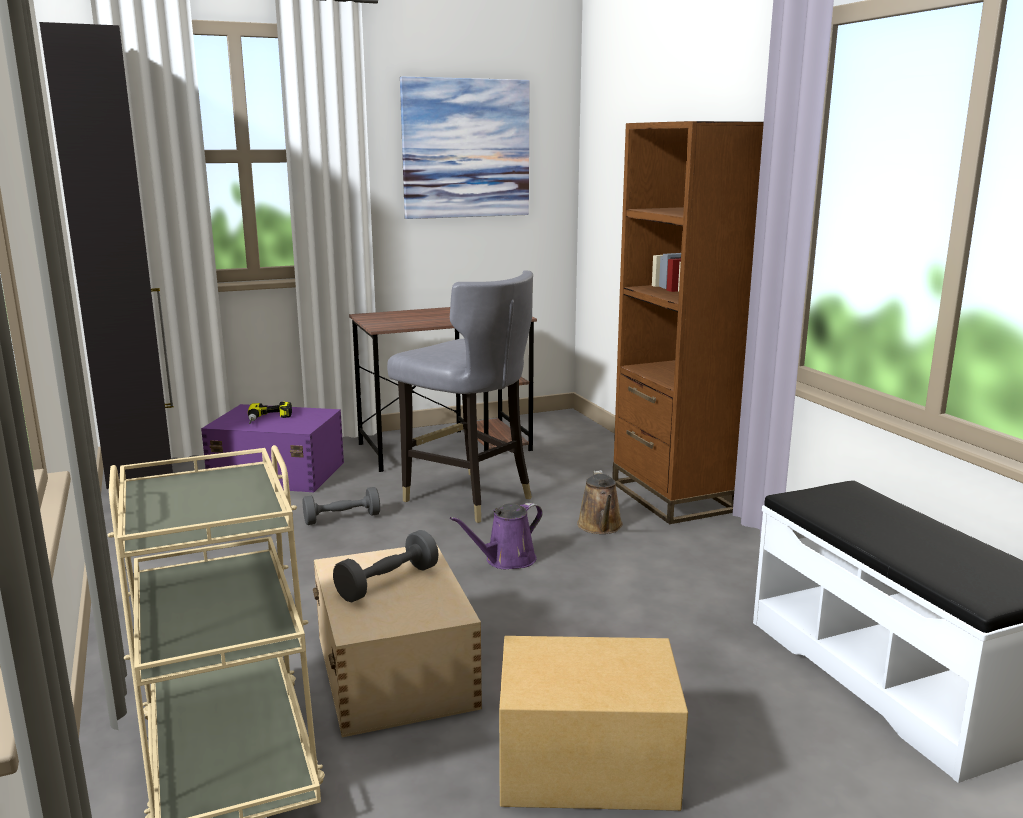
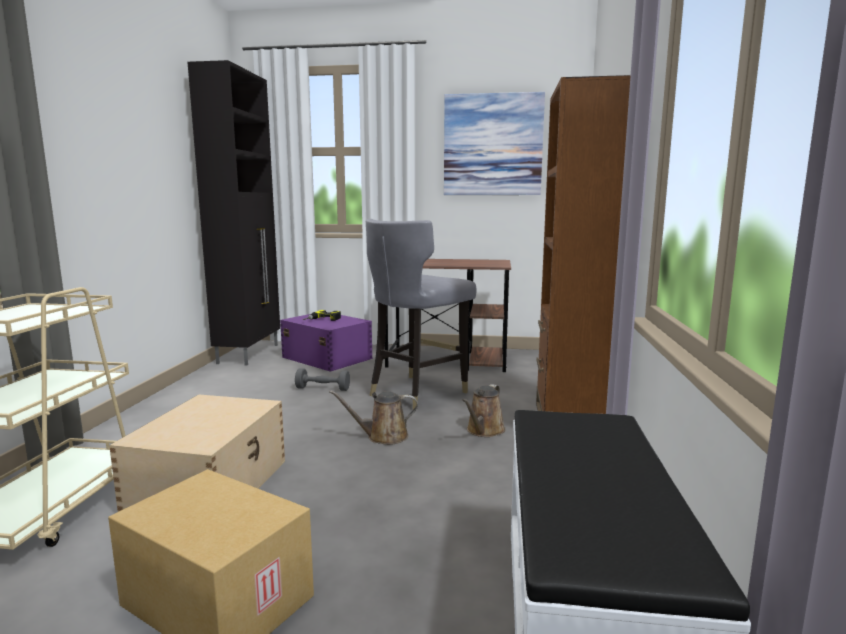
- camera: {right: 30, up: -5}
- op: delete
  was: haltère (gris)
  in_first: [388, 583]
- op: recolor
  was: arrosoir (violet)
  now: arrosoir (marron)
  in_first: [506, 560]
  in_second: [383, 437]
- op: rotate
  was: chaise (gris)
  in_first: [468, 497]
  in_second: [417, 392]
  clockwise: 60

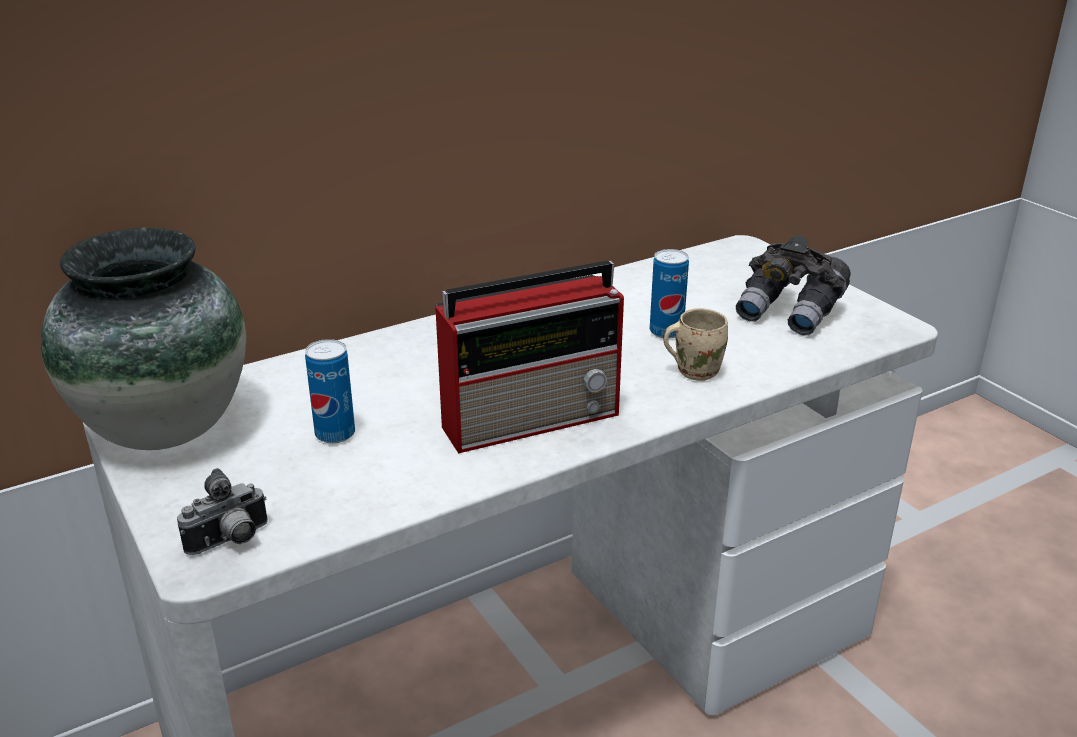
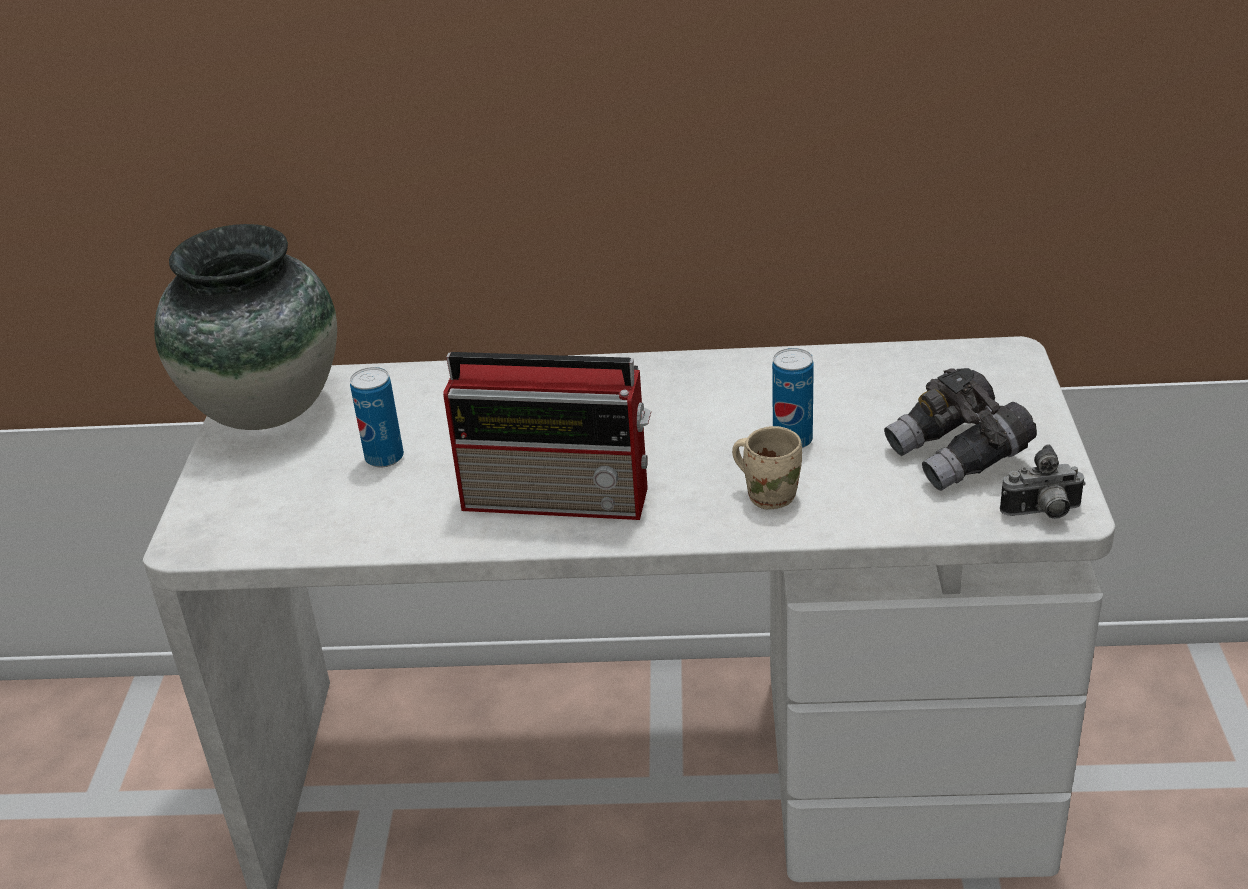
- camera: {right: 35, up: 5}
- op: move
  was: appareil photo
  in_first: [230, 542]
  in_second: [1042, 513]

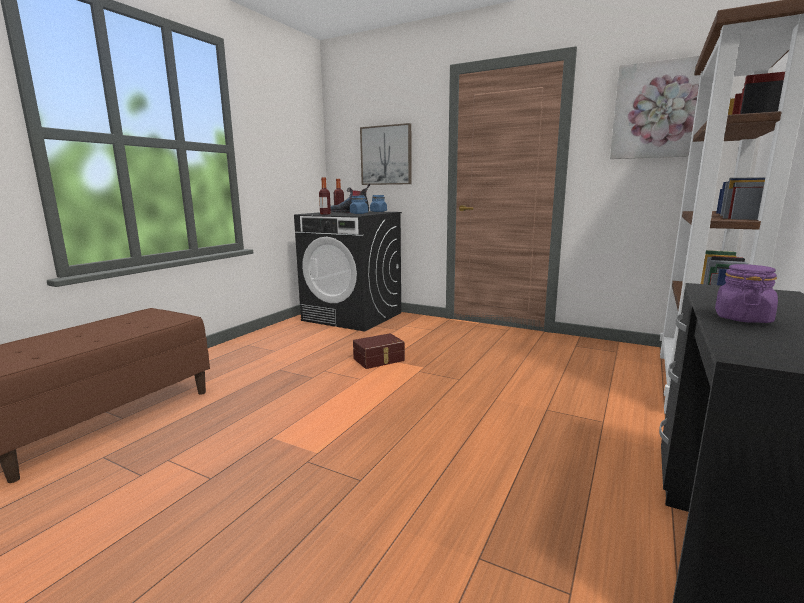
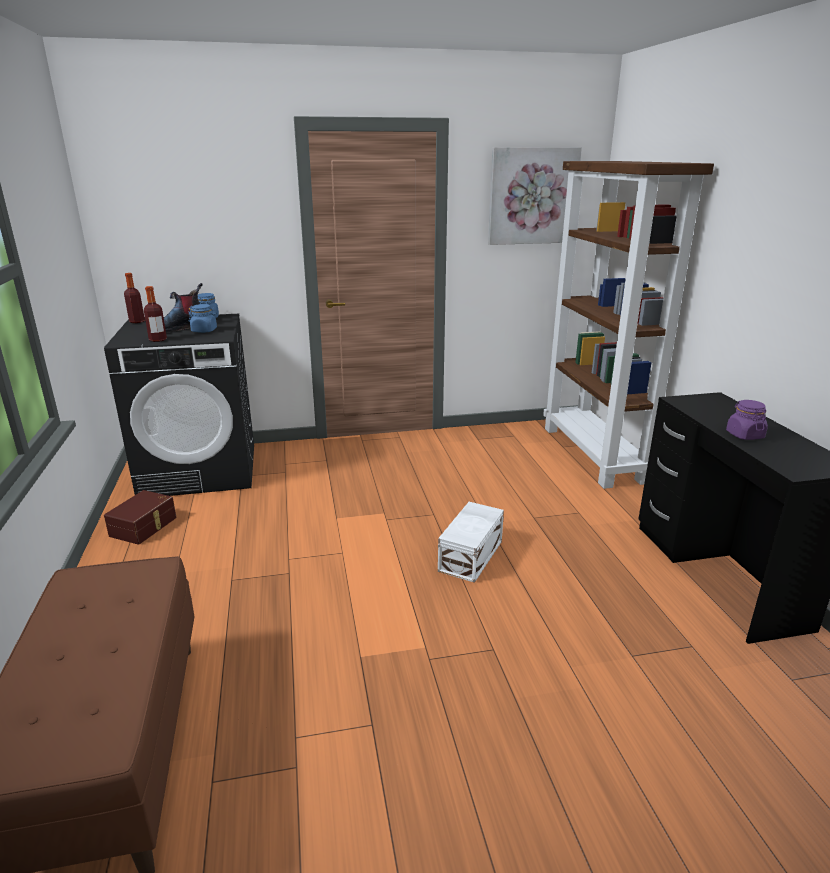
- camera: {right: -40, up: 10}
- op: delete
  was: tableau
  in_first: [386, 155]
- op: insert
  now: boîte de rangement (blanc)
  in_second: [472, 555]
- op: move
  was: boîte de rangement (marron)
  in_first: [379, 360]
  in_second: [144, 527]

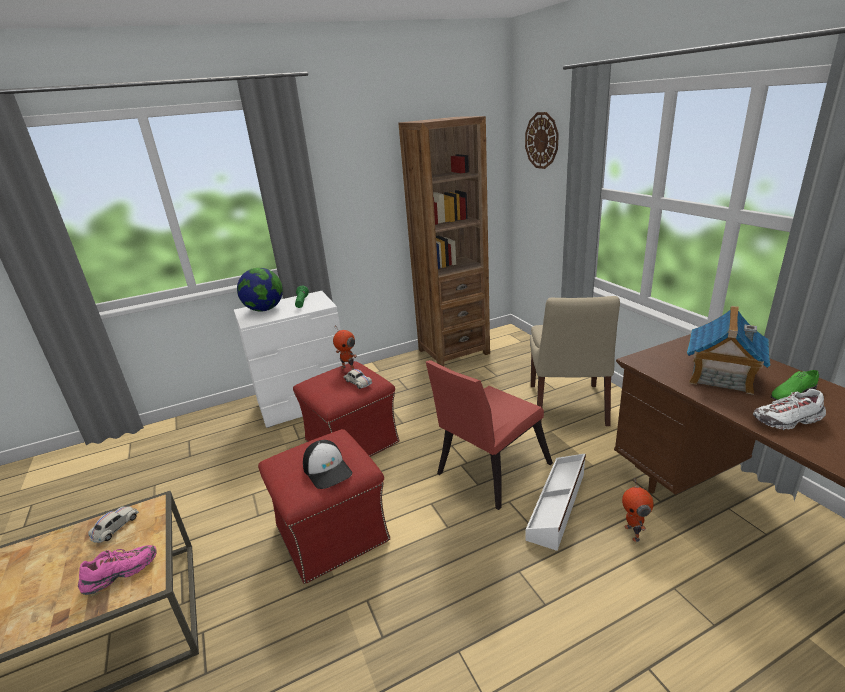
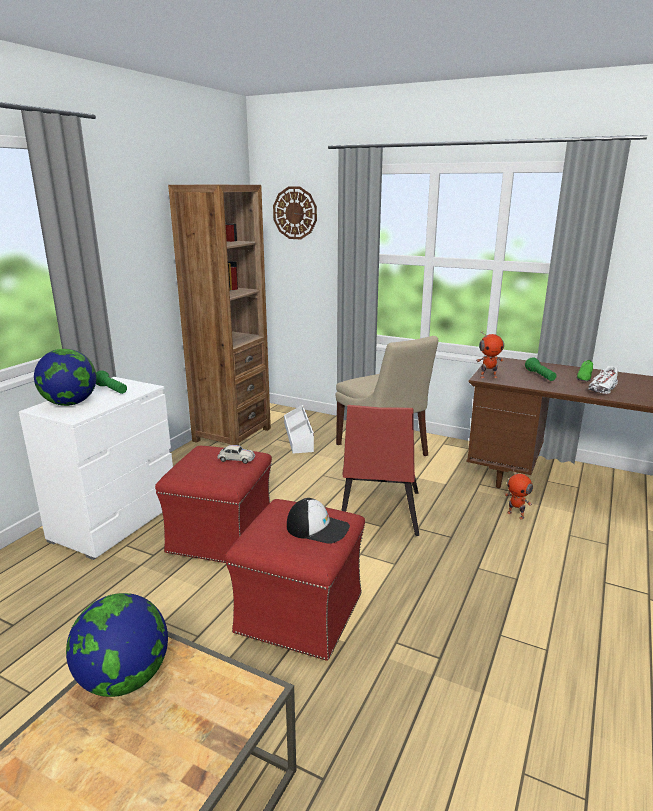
- camera: {right: -40, up: -5}
- op: delete
  was: chaussure (rose)
  in_first: [121, 574]
- op: move
  was: robot jouet
  in_first: [348, 368]
  in_second: [488, 377]
- op: move
  was: boîte de rangement (blanc)
  in_first: [558, 505]
  in_second: [299, 436]
- op: replace
  was: petite voiture (blanc)
  now: globe
  in_first: [115, 527]
  in_second: [124, 679]
- op: replace
  was: maison miniature
  now: lampe de poche (vert)
  in_first: [721, 376]
  in_second: [540, 376]

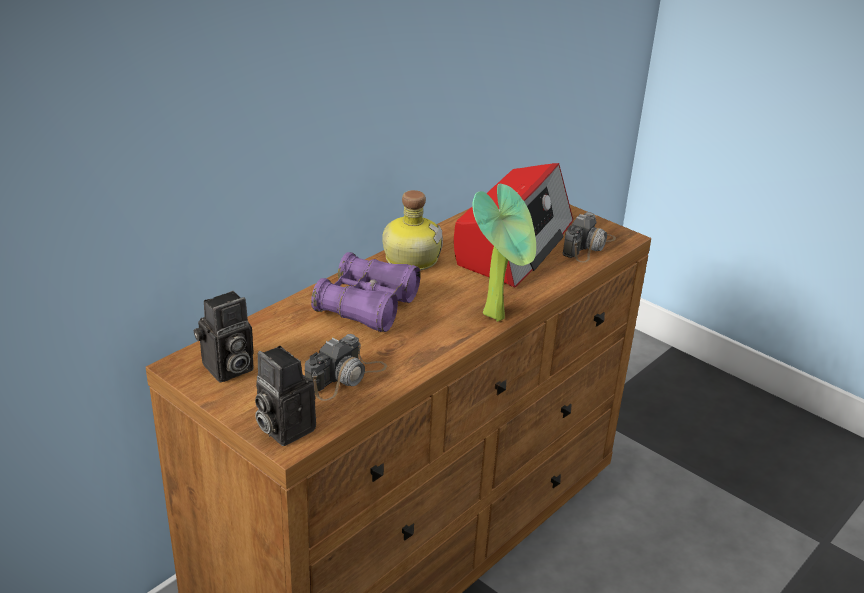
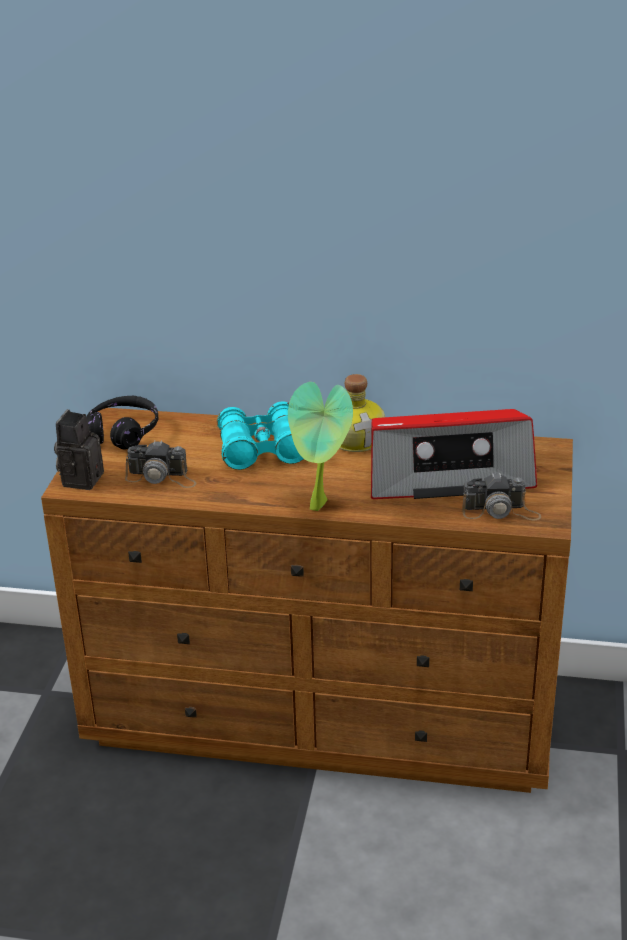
- camera: {right: 60, up: 0}
- op: replace
  was: appareil photo
  now: casque audio (noir)
  in_first: [227, 369]
  in_second: [122, 433]
- op: recolor
  was: jumelles (violet)
  now: jumelles (turquoise)
  in_first: [367, 306]
  in_second: [262, 449]

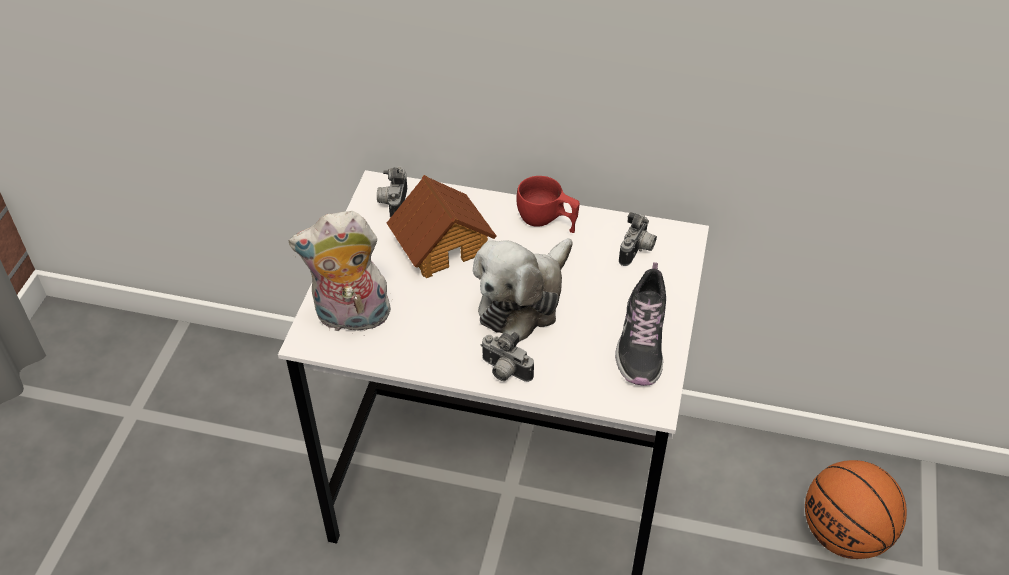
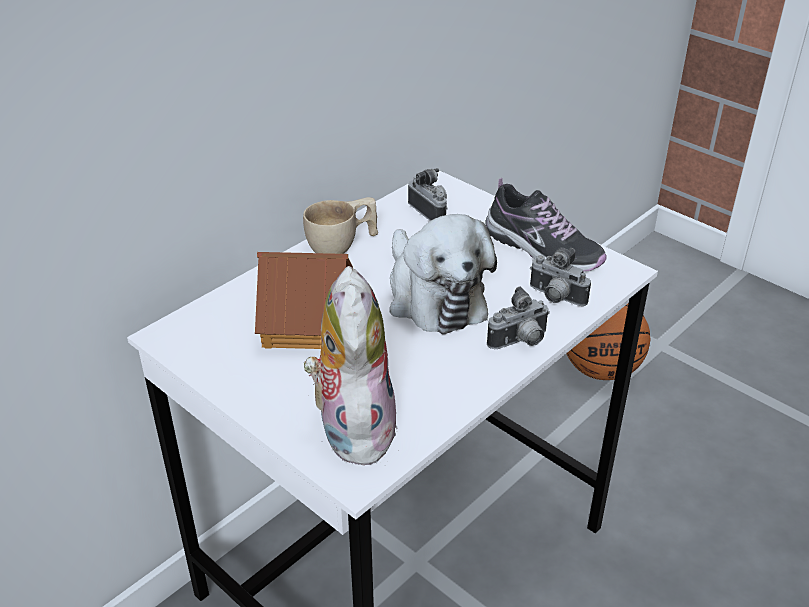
- camera: {right: -60, up: -10}
- op: move
  was: appareil photo
  in_first: [393, 203]
  in_second: [555, 298]
- op: recolor
  was: tasse (rouge)
  now: tasse (beige)
  in_first: [547, 221]
  in_second: [342, 245]
- op: rotate
  was: peluche
  in_first: [351, 318]
  in_second: [352, 427]
  clockwise: 150

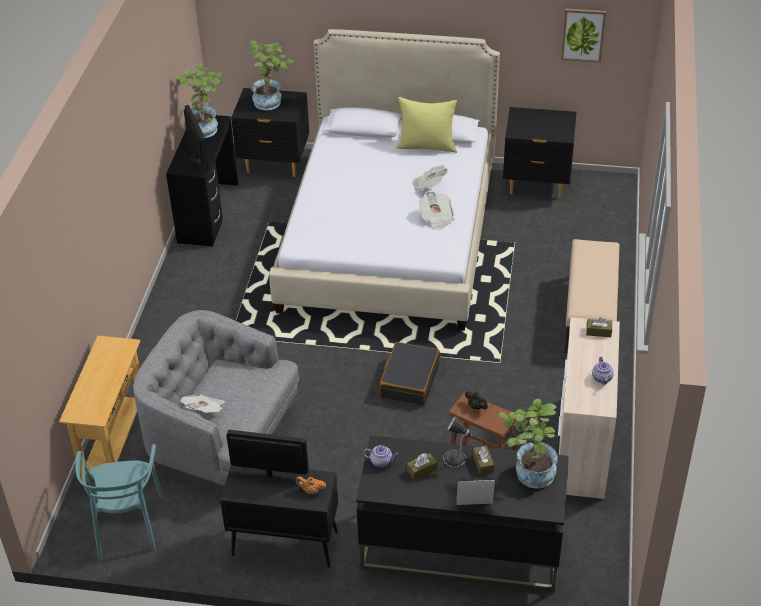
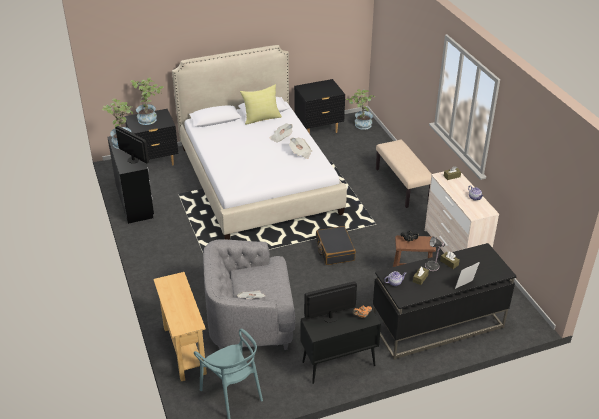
- camera: {right: -30, up: -5}
- op: delete
  was: tableau
  in_first: [583, 34]
- op: move
  was: plante en pot
  in_first: [529, 472]
  in_second: [360, 125]

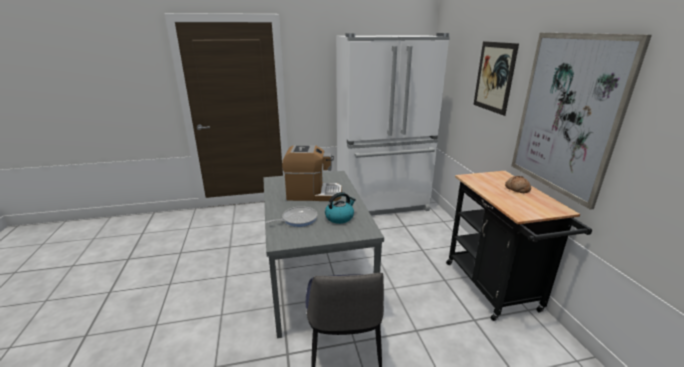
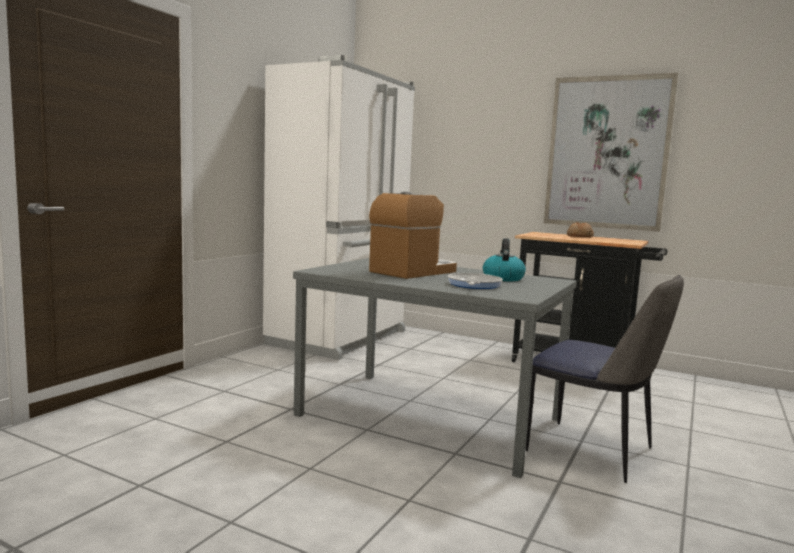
- camera: {right: -50, up: -15}
- op: delete
  was: tableau
  in_first: [494, 77]

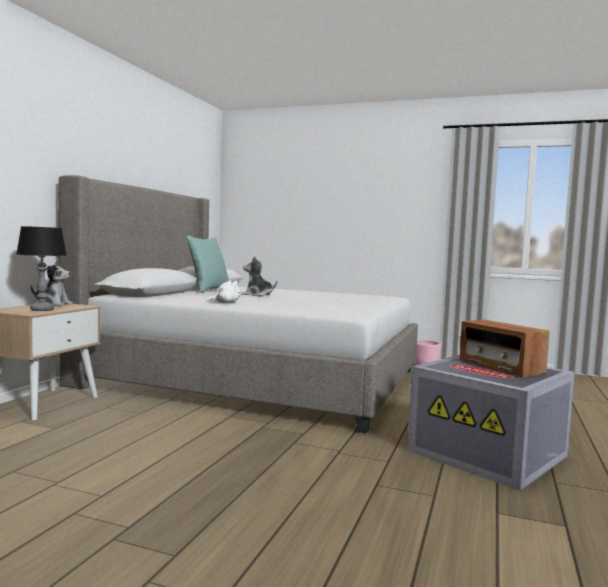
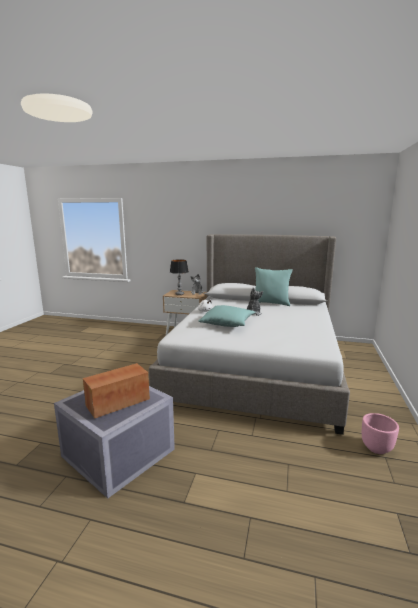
- camera: {right: 85, up: 10}
- op: insert
  now: coussin (turquoise)
  in_second: [227, 323]

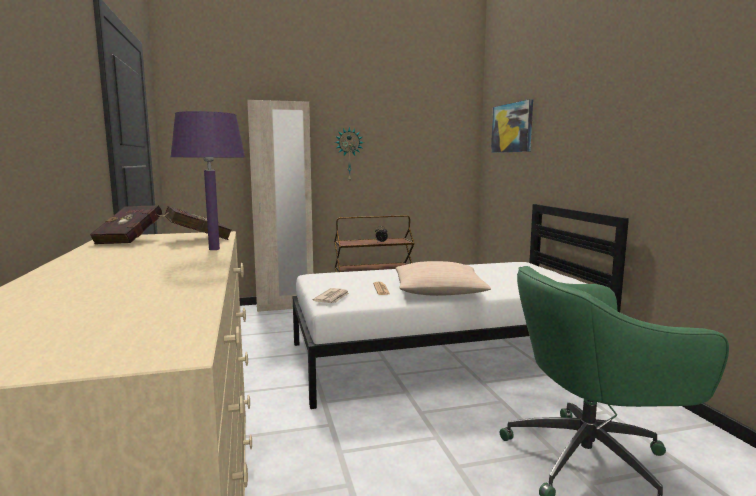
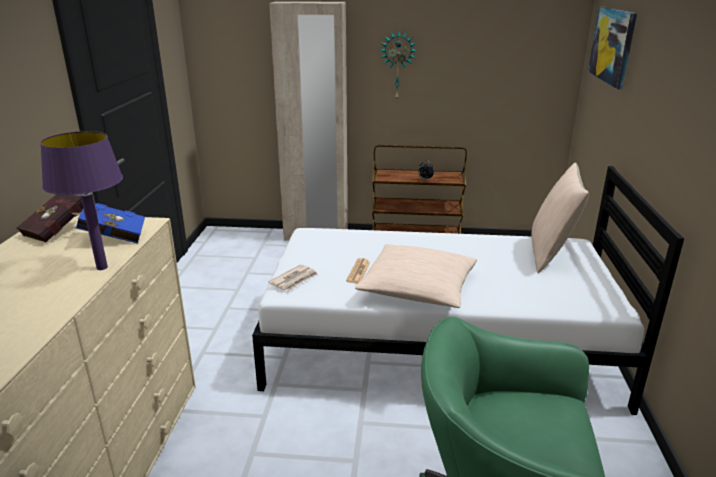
- camera: {right: 20, up: 15}
- op: insert
  now: coussin (beige)
  in_second: [550, 254]
- op: recolor
  was: livre (rouge)
  now: livre (bleu)
  in_first: [195, 239]
  in_second: [112, 237]

